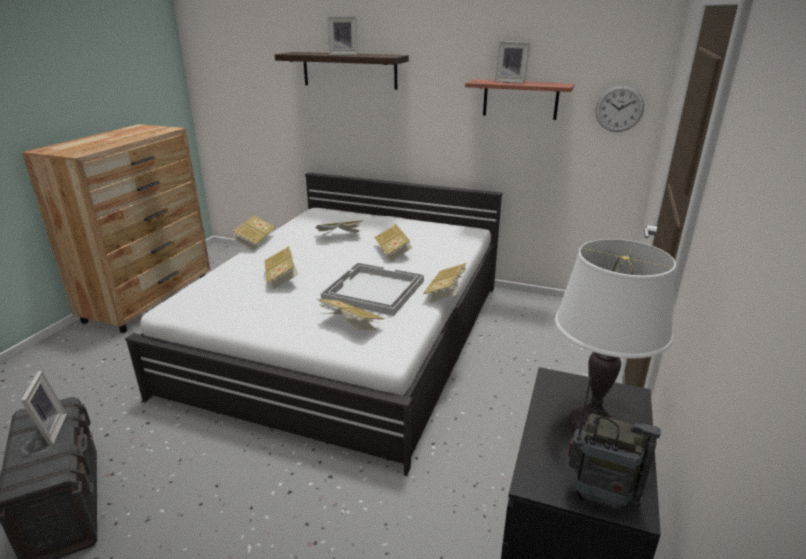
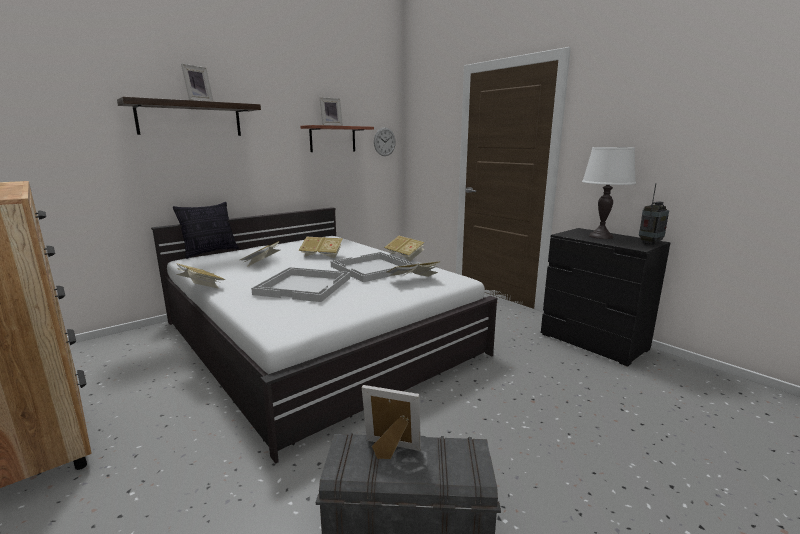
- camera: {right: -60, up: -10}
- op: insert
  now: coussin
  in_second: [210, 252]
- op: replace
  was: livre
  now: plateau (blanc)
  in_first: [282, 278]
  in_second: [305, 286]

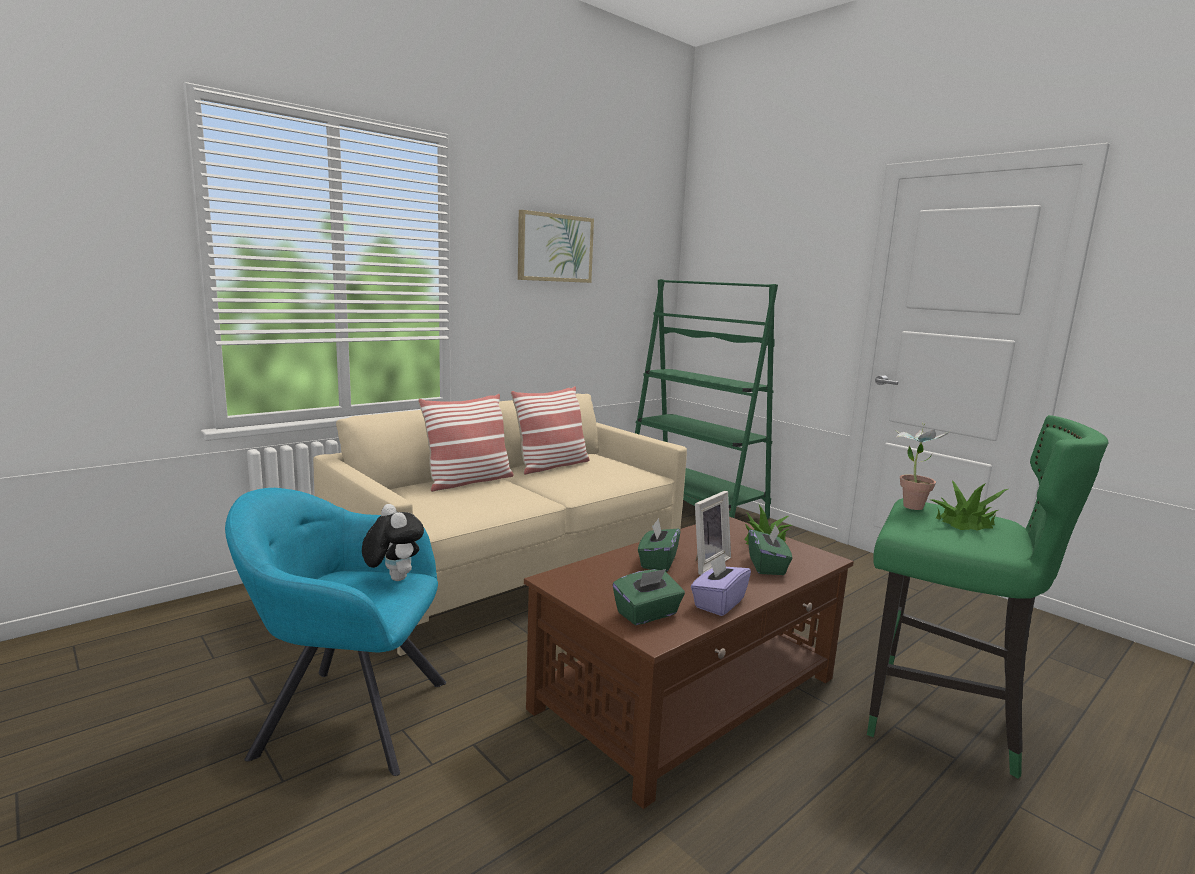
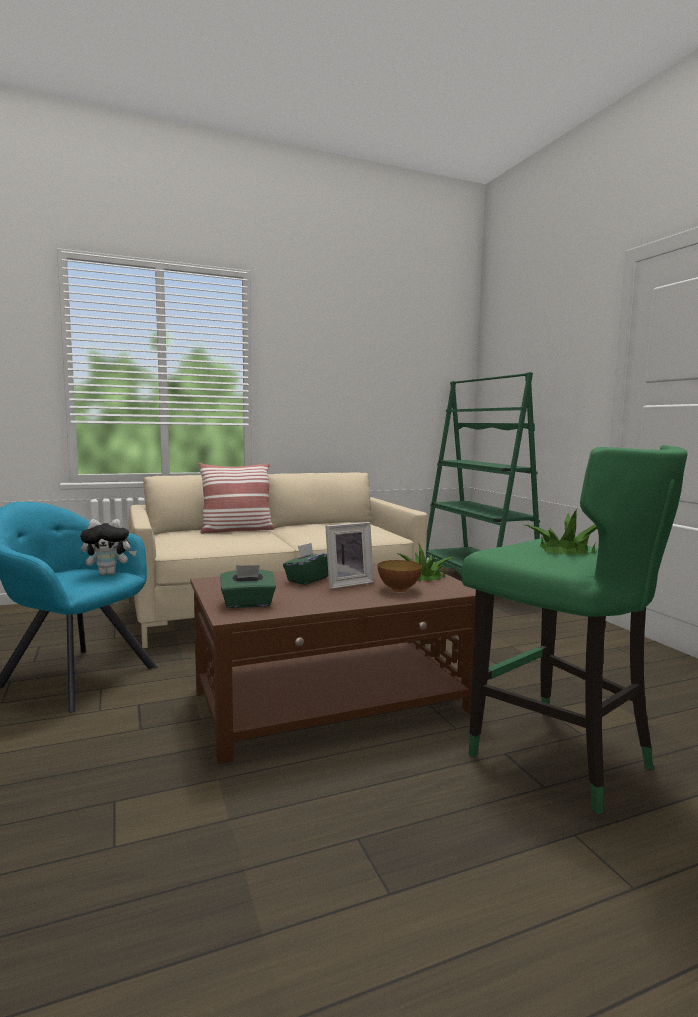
- camera: {right: 20, up: -5}
- op: delete
  was: coussin
  in_first: [551, 466]
- op: delete
  was: tableau
  in_first: [555, 248]
- op: delete
  was: boîte à mouchoirs (violet)
  in_first: [718, 603]
- op: delete
  was: plante en pot
  in_first: [910, 504]
- op: replace
  was: boîte à mouchoirs (vert)
  now: bol
  in_first: [767, 566]
  in_second: [399, 589]
- op: rotate
  was: peluche
  in_first: [393, 578]
  in_second: [109, 573]
  clockwise: 90

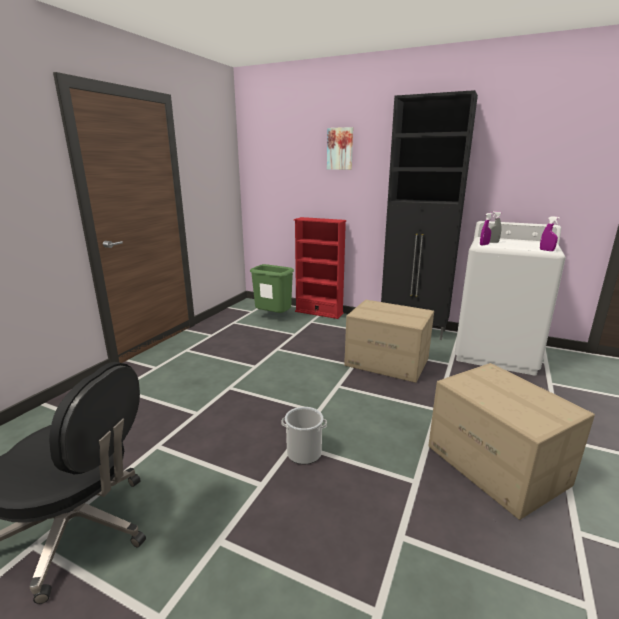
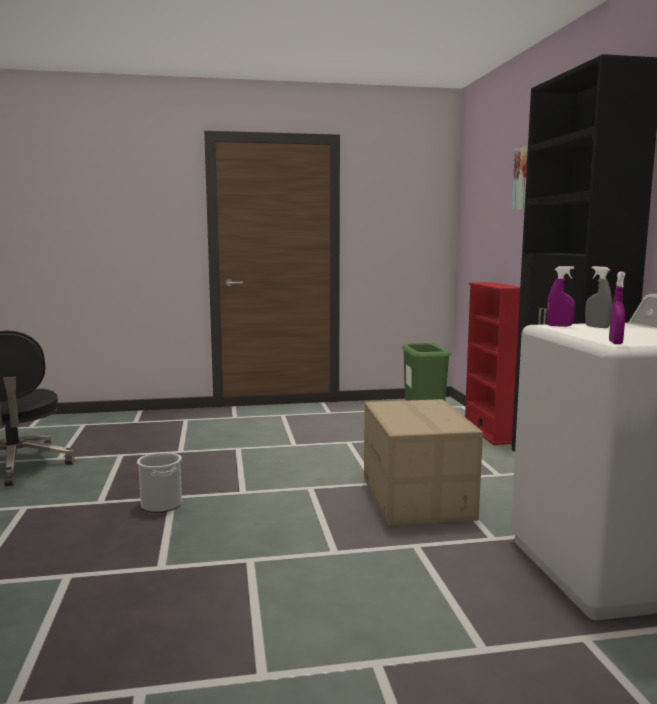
- camera: {right: 55, up: -10}
- op: delete
  was: carton
  in_first: [497, 465]

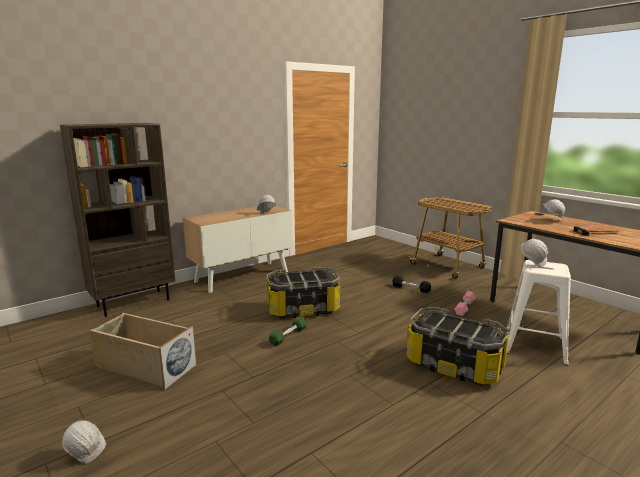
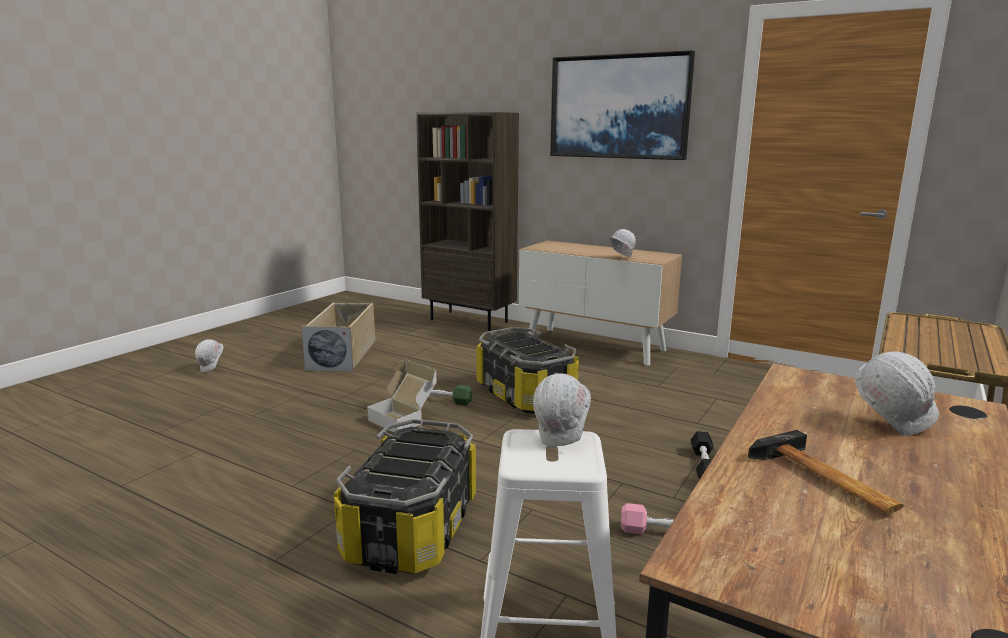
- camera: {right: 70, up: 0}
- op: insert
  now: carton
  in_second: [404, 418]
- op: insert
  now: tableau
  in_second: [619, 107]

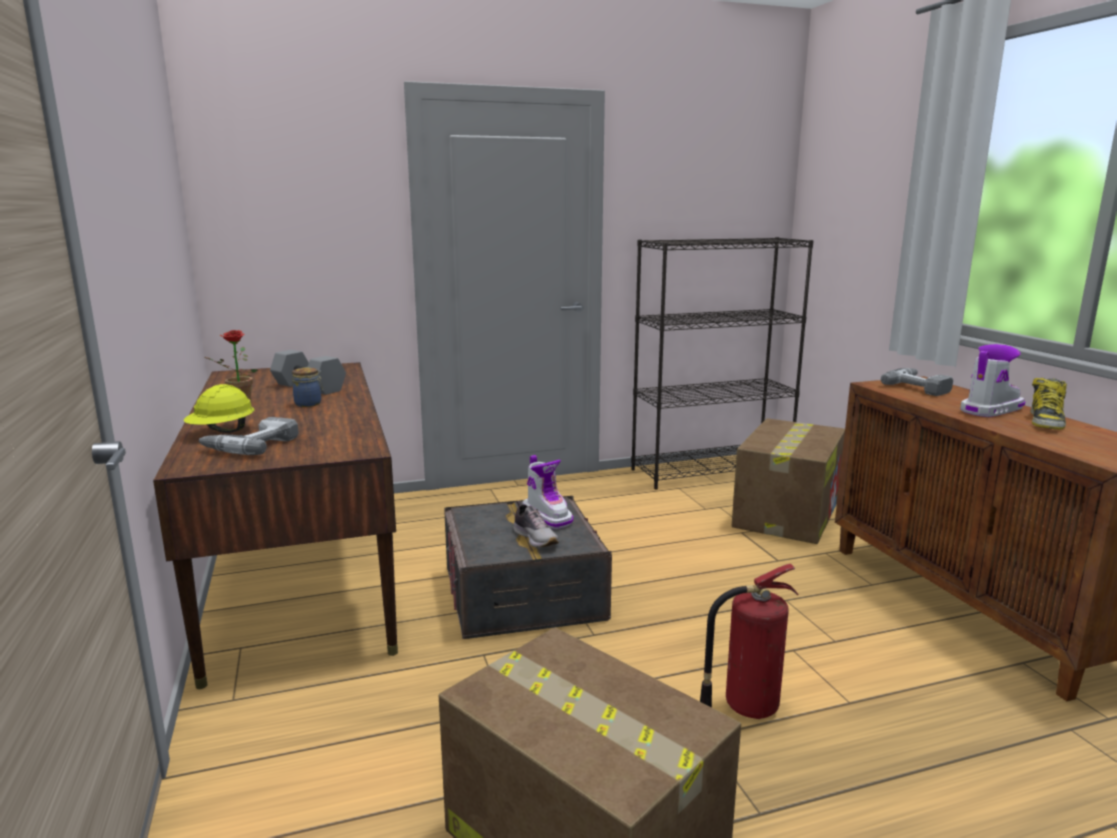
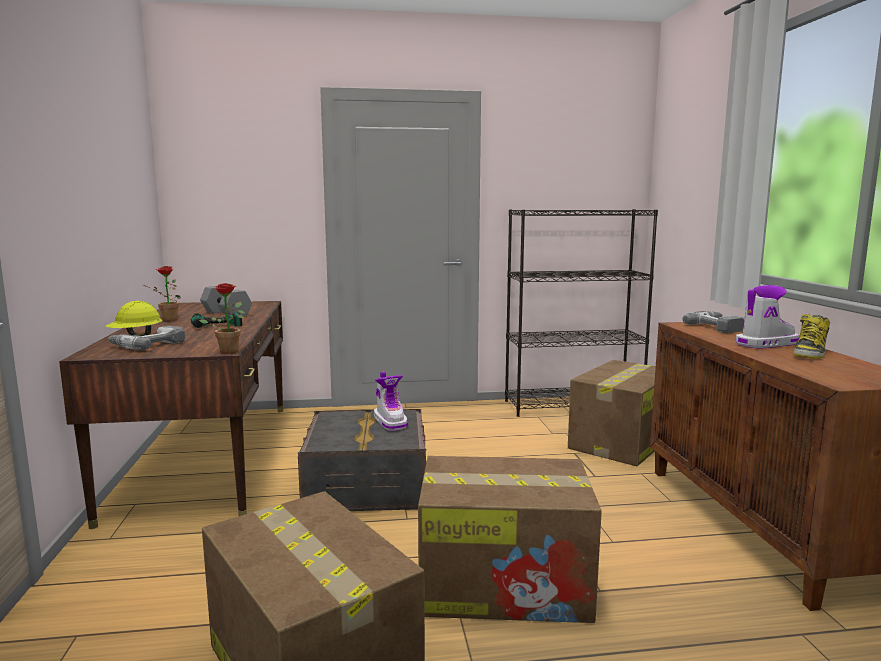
- camera: {right: 10, up: -5}
- op: delete
  was: chaussure
  in_first: [536, 538]
- op: insert
  now: plante en pot
  in_second: [229, 350]
- op: replace
  was: bocal
  now: perceuse
  in_first: [309, 404]
  in_second: [215, 323]
- op: replace
  was: extincteur
  now: carton
  in_first: [747, 706]
  in_second: [506, 584]

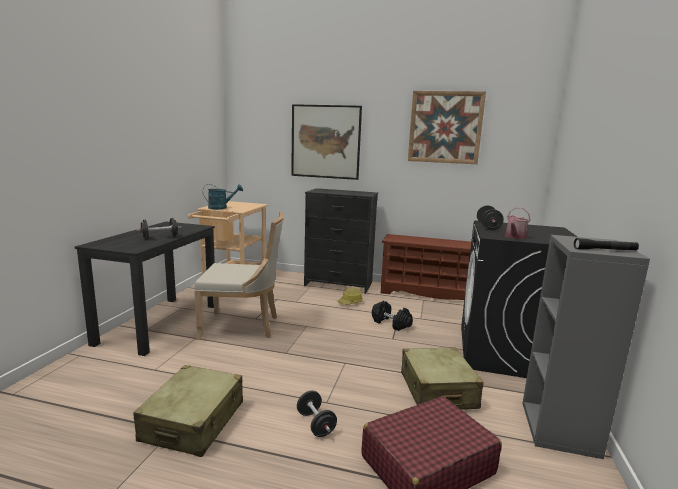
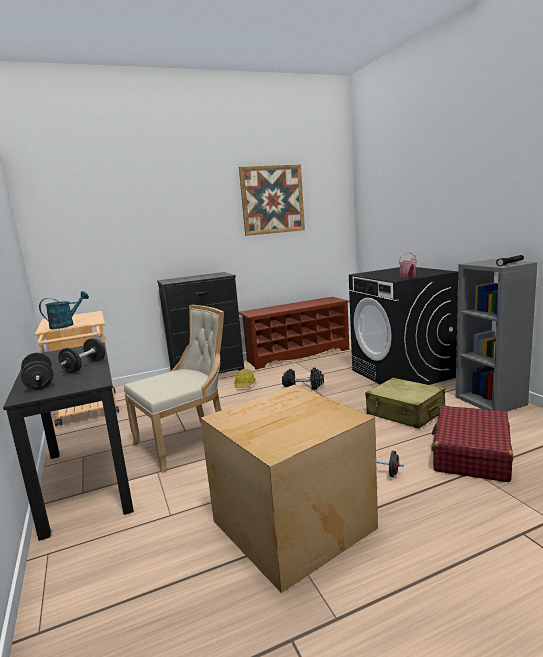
- camera: {right: -35, up: 0}
- op: delete
  was: tableau
  in_first: [325, 142]
- op: move
  was: haltère (noir)
  in_first: [488, 227]
  in_second: [39, 383]
- op: replace
  was: valise (beige)
  now: carton
  in_first: [194, 421]
  in_second: [290, 524]

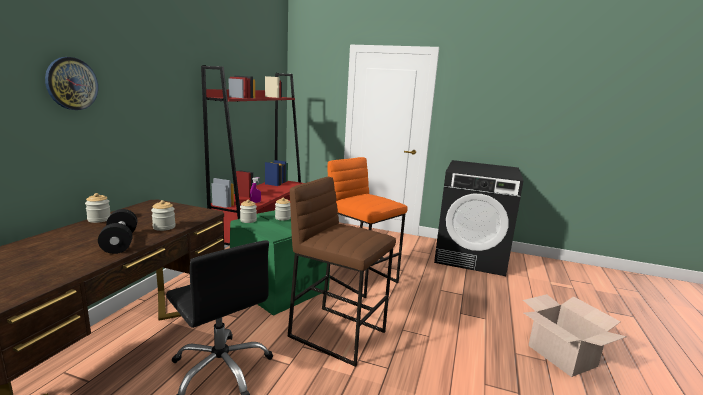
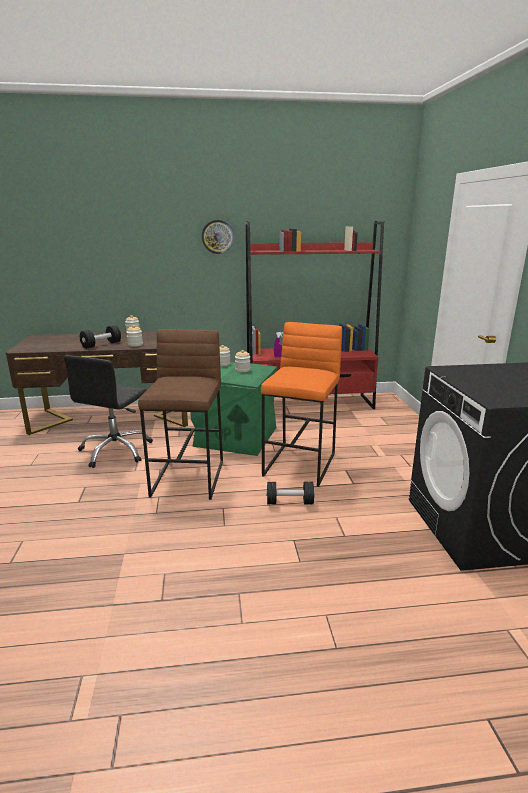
- camera: {right: 65, up: 5}
- op: delete
  was: carton
  in_first: [562, 356]
- op: insert
  now: haltère (noir)
  in_second: [289, 502]
- op: move
  was: horloge murale
  in_first: [71, 83]
  in_second: [217, 237]

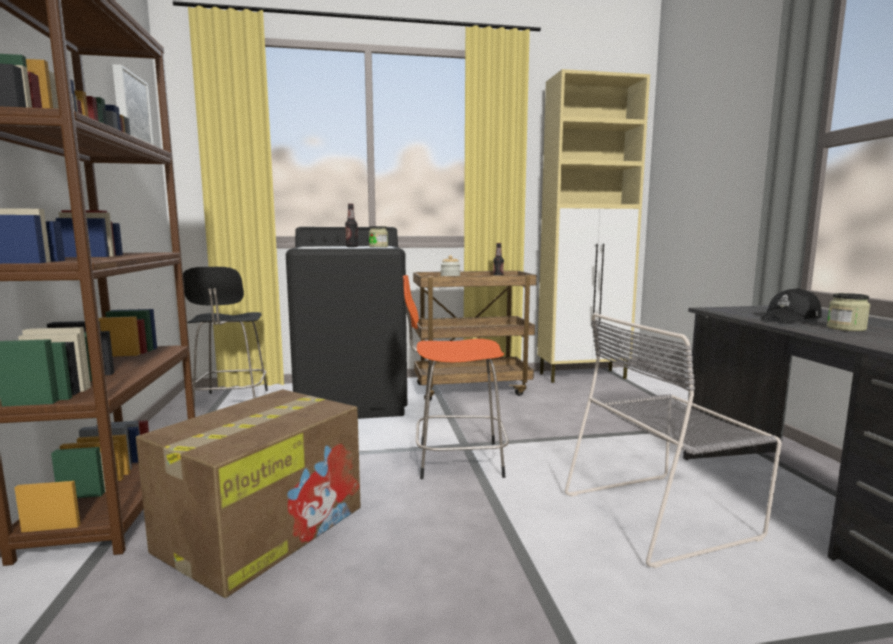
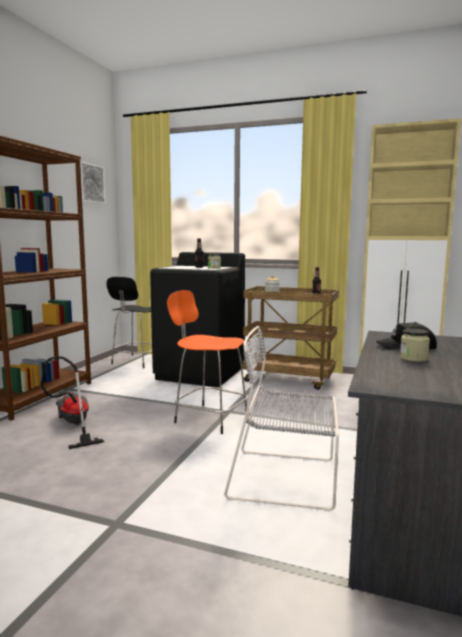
- camera: {right: 30, up: 0}
- op: replace
  was: carton
  now: aspirateur
  in_first: [264, 527]
  in_second: [73, 425]

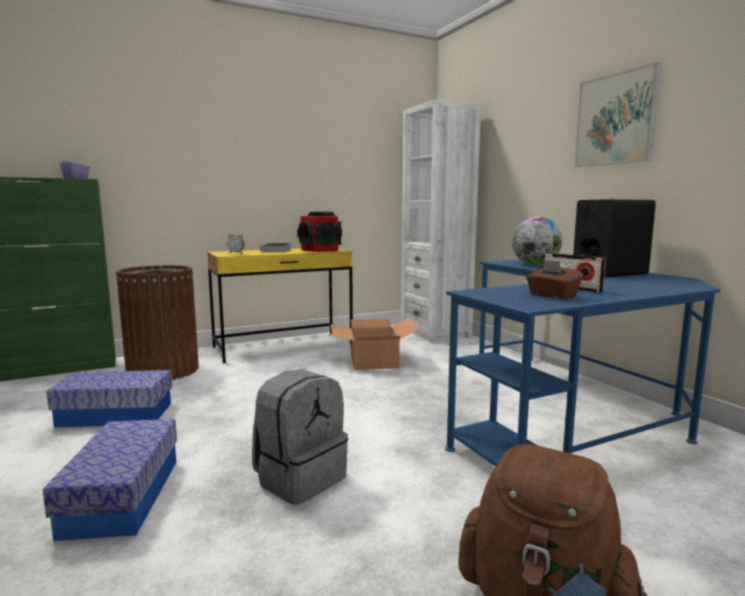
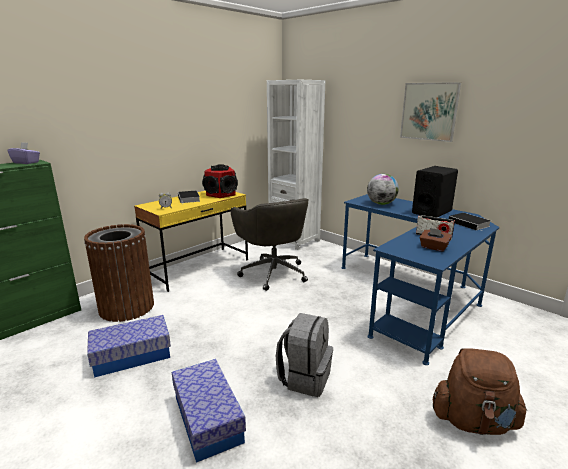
- camera: {right: -20, up: 10}
- op: insert
  now: livre
  in_second: [470, 224]
- op: replace
  was: carton
  now: chaise de bureau (gris)
  in_first: [373, 361]
  in_second: [273, 273]

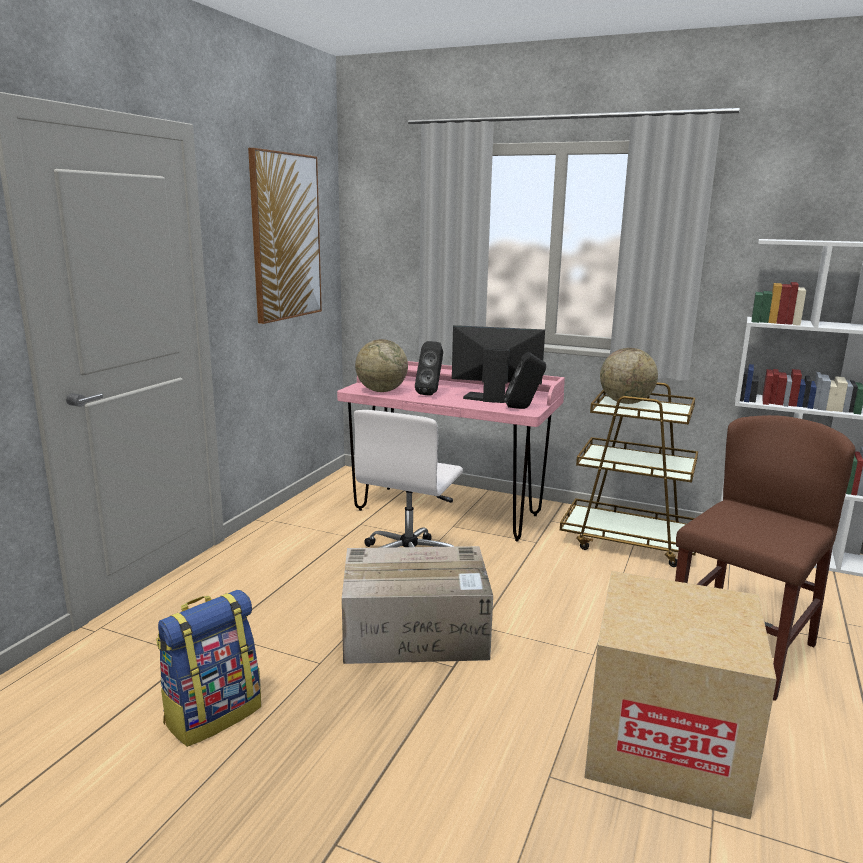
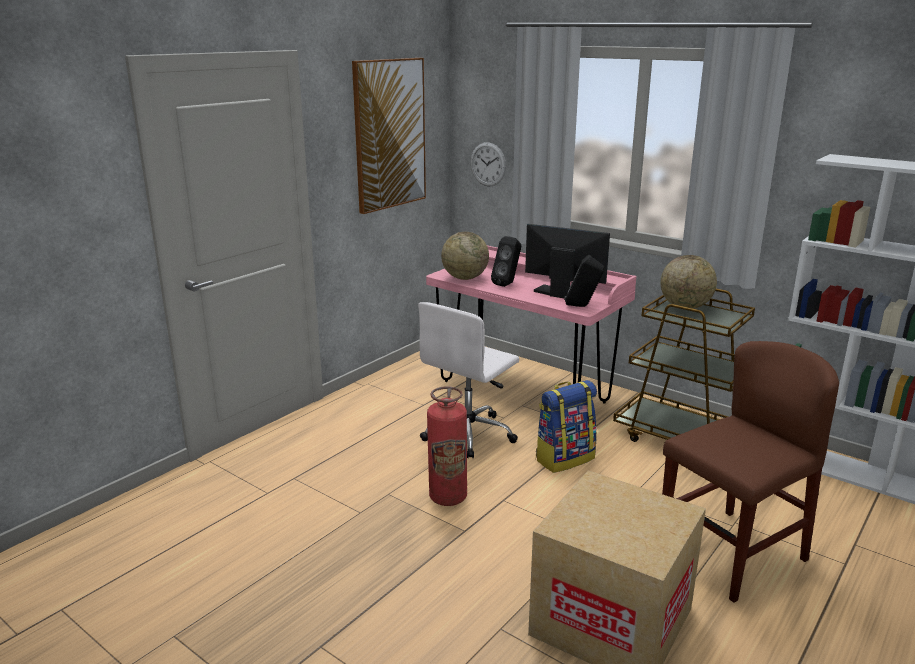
- camera: {right: 15, up: 5}
- op: insert
  now: horloge murale
  in_second: [488, 164]
- op: move
  was: sac à dos
  in_first: [213, 714]
  in_second: [564, 458]
- op: replace
  was: carton
  now: extincteur
  in_first: [417, 631]
  in_second: [448, 497]

